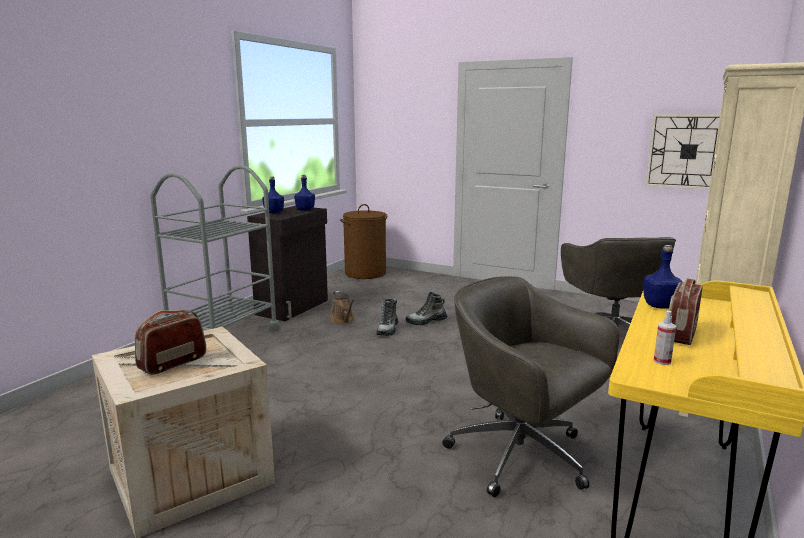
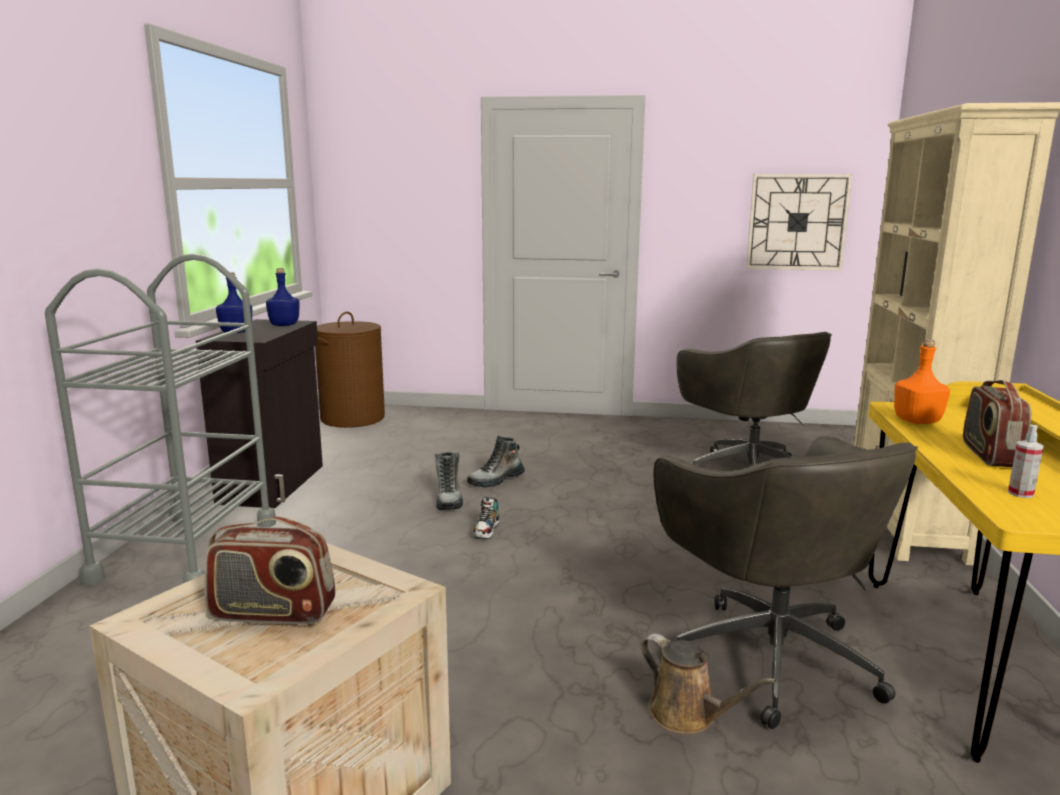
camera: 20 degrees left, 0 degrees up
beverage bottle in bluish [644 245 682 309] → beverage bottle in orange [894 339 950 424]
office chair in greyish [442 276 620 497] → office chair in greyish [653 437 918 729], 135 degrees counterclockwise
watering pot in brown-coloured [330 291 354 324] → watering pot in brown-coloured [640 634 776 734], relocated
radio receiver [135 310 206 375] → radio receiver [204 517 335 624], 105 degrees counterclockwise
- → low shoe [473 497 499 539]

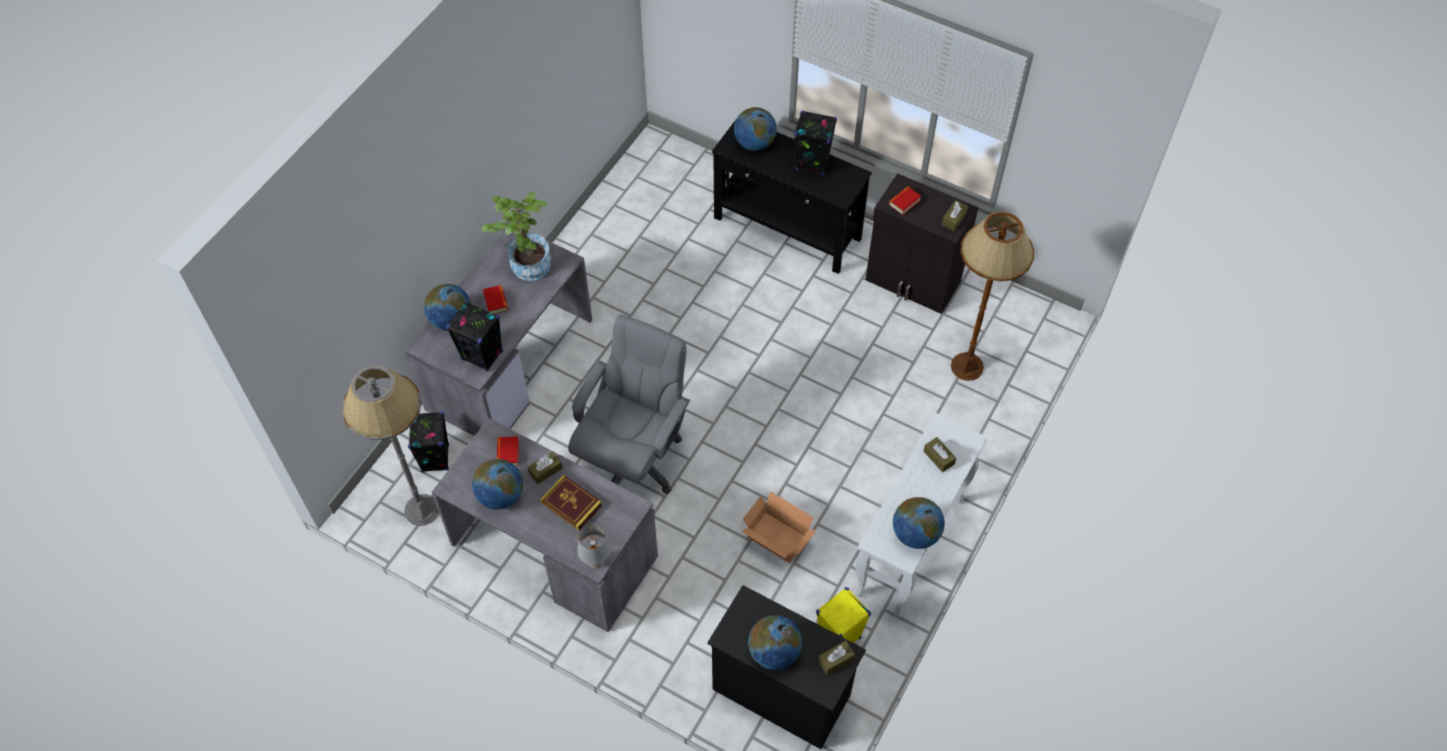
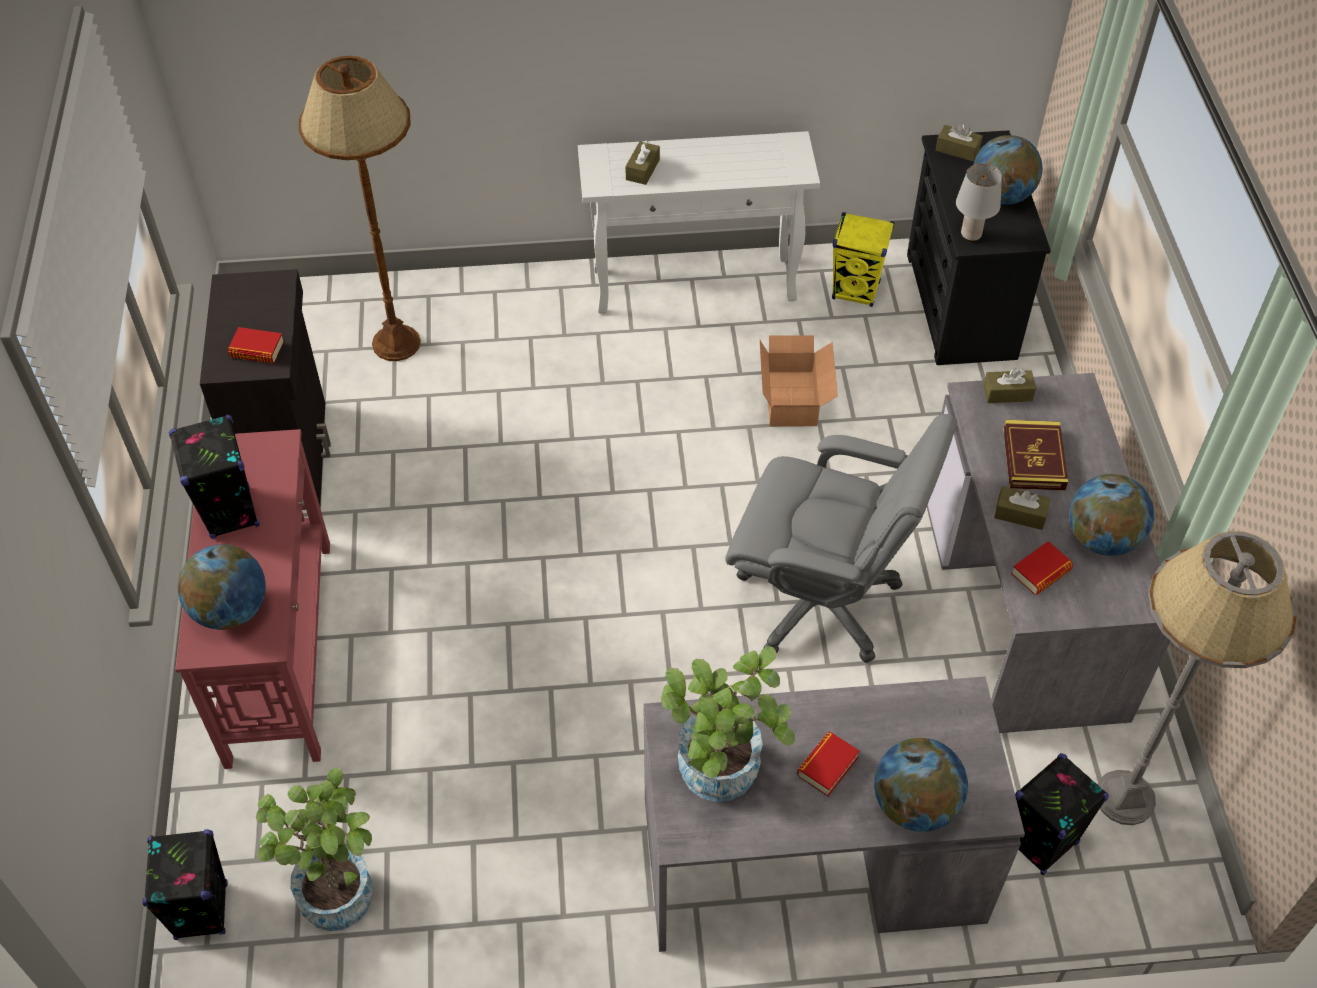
camera: 125 degrees left, 5 degrees down
console table in blackish [712 120 872 274] → console table in red-coloured [175 429 330 769]
box of tissues in brown-coloured [942 200 968 231] → box of tissues in brown-coloured [983 368 1036 403], relocated
loudspeaker in blackish [446 301 503 372] → loudspeaker in blackish [142 829 228 940], relocated
office chair in greyish [568 315 690 494] → office chair in greyish [725 414 957 663], 150 degrees counterclockwise
world globe [893 497 945 549] → -
lamp for a table in greyish [577 526 611 569] → lamp for a table in greyish [956 163 1002 241], relocated
- → plant in a pot [256 768 372 931]

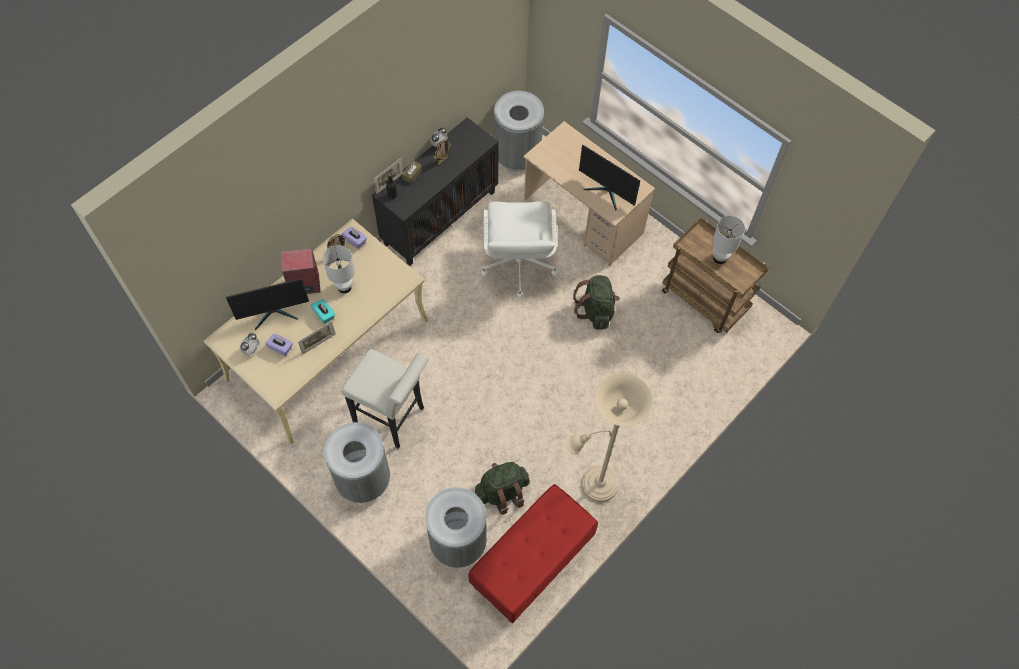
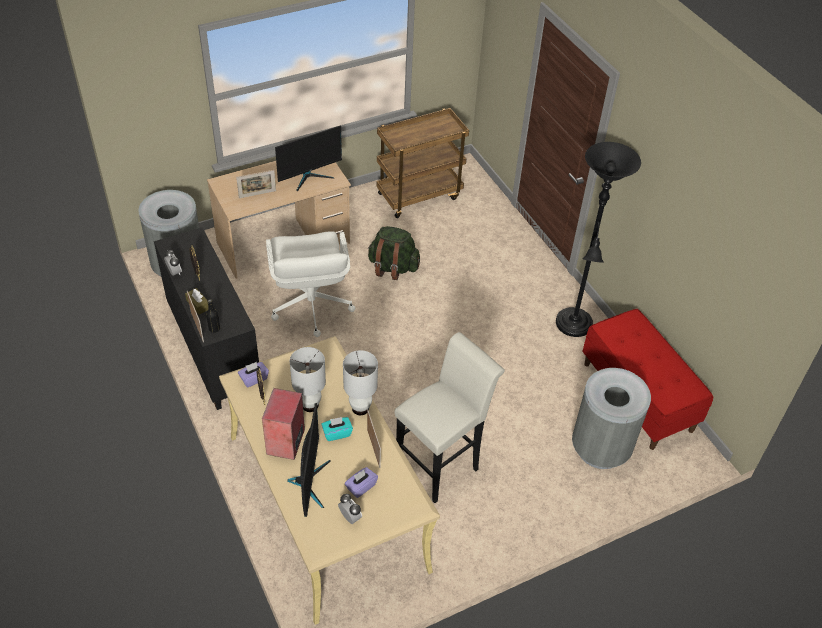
camera: 70 degrees left, 15 degrees down
office chair in white-coloured [481 201 558 298] → office chair in white-coloured [266 231 355 337], 60 degrees clockwise
lamp for a table in white-coloured [712 216 745 264] → lamp for a table in white-coloured [343 350 378 415], relocated
floor lamp in beige [565 373 653 502] → floor lamp in blackish [556 142 641 337]
trash can in greyish [324 422 390 503] → -
rucksack in green-coloured [475 462 530 515] → -
- → picture frame [236 170 276 198]

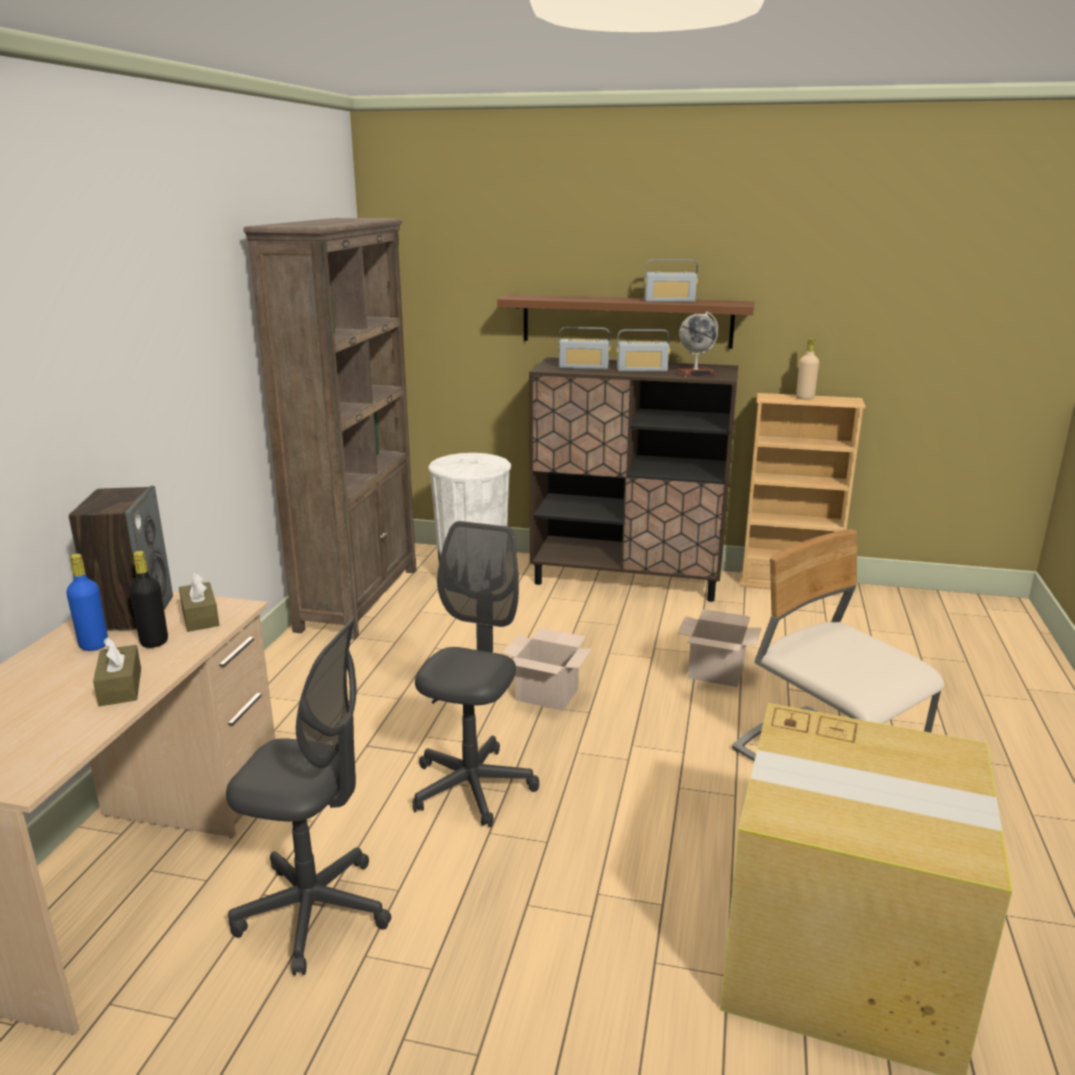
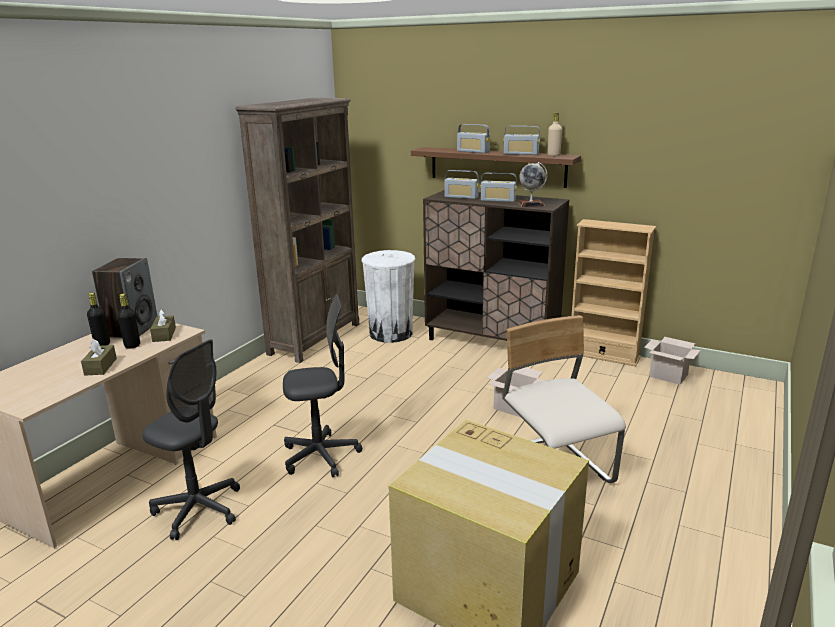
camera: 15 degrees right, 0 degrees up
beverage bottle in beige [796 338 819 400] → beverage bottle in beige [547 112 562 156], relocated
office chair in greyish [413 521 539 827] → office chair in greyish [283 294 362 477], 45 degrees clockwise
beverage bottle in bluish [66 554 108 651] → beverage bottle in blackish [87 293 110 346]
carton [502 628 592 711] → carton [644 337 701 385], relocated
- → radio receiver [457 124 490 153]

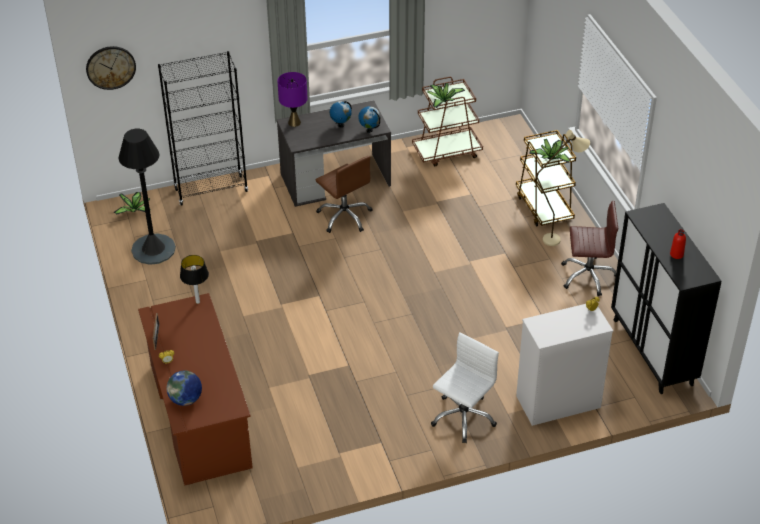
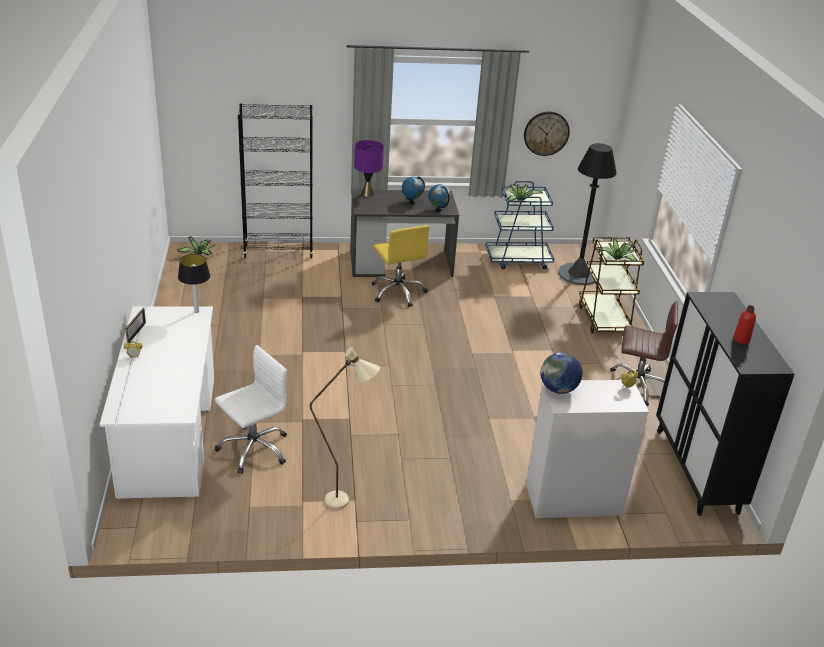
camera: 10 degrees right, 10 degrees down
wall clock [86 46 136 90] → wall clock [524 111 570 156], relocated
trolley in brown-coloured [412 77 483 166] → trolley in bluish [485 181 554 269]
floor lamp in blackish [118 129 176 265] → floor lamp in blackish [558 143 617 285], relocated
floor lamp in beige [536 130 590 246] → floor lamp in beige [310 347 380 509], relocated
office chair in brown-coloured [316 156 373 233] → office chair in yellowish [371 225 429 307]
desk in brown-coloured [138 293 253 485] → desk in white-coloured [99 306 214 499]
office chair in white-coloured [431 332 499 443] → office chair in white-coloured [215 345 287 474], relocated
world globe [167 371 202 406] → world globe [541 352 583 394], relocated

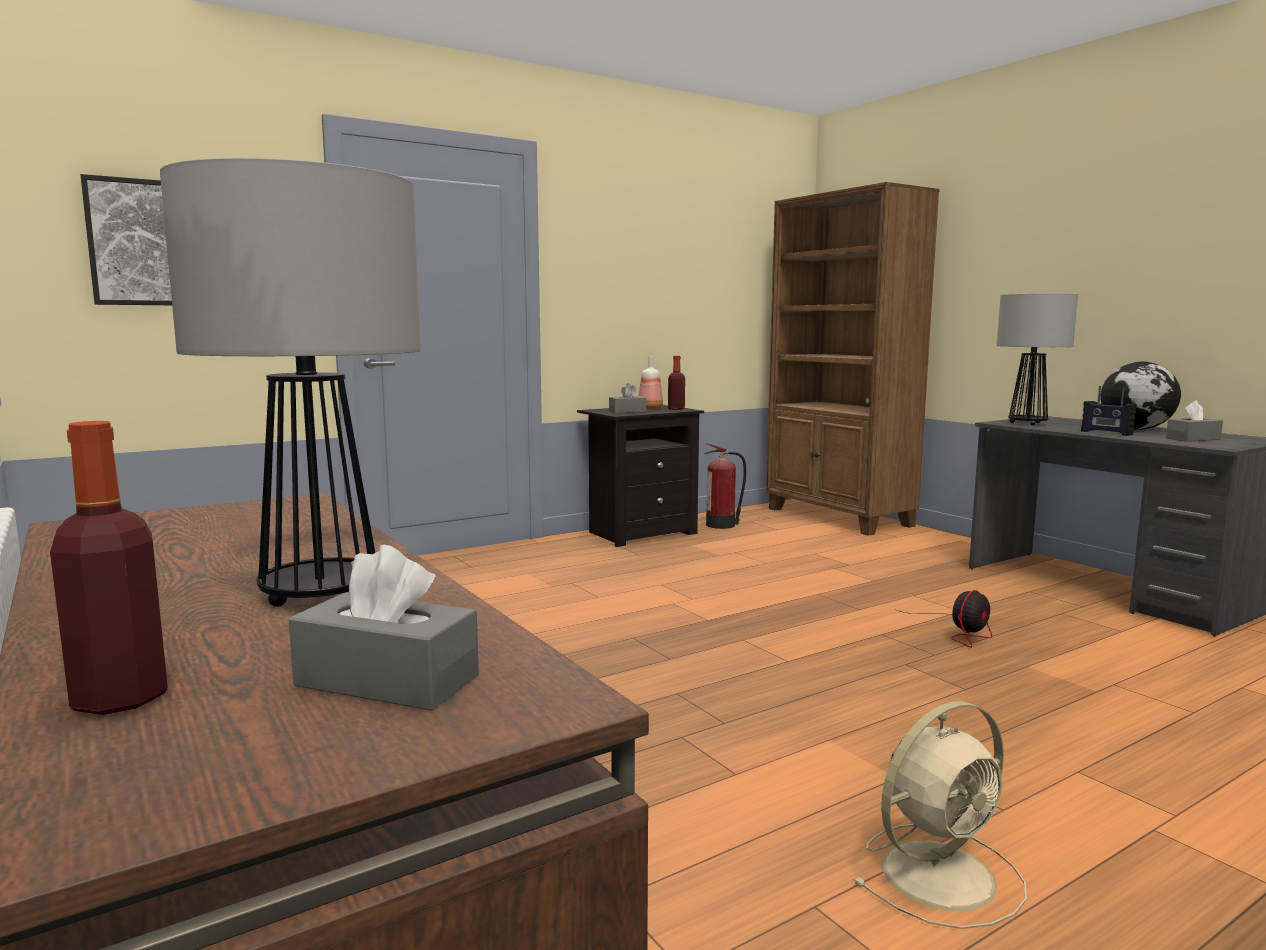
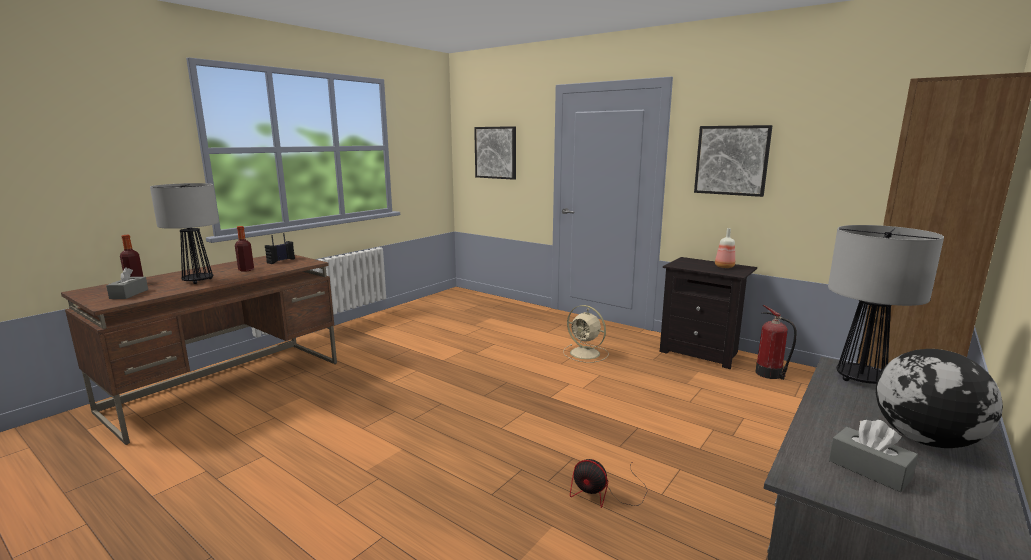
camera: 70 degrees right, 5 degrees up
beverage bottle [668 356 685 410] → beverage bottle [235 226 254 272], relocated
box of tissues in greyish [609 383 646 413] → -
radio receiver [1081 386 1137 436] → radio receiver [265 233 295 264], relocated
electric fan in beige [853 701 1027 929] → electric fan in beige [563 305 609 363], relocated
- → wall picture [694 125 773 197]

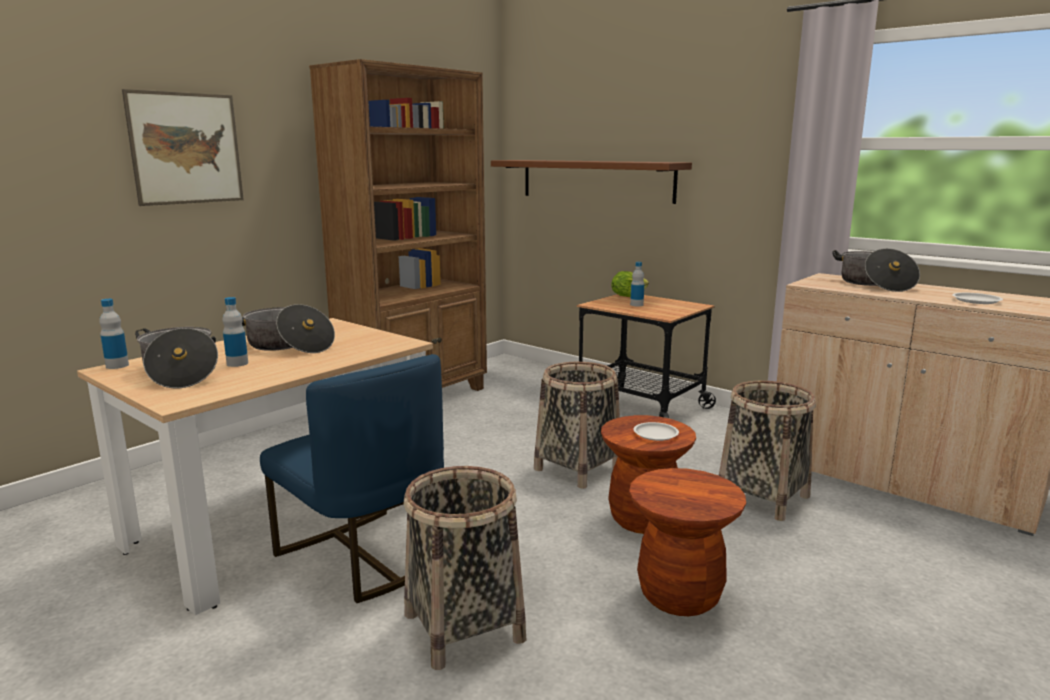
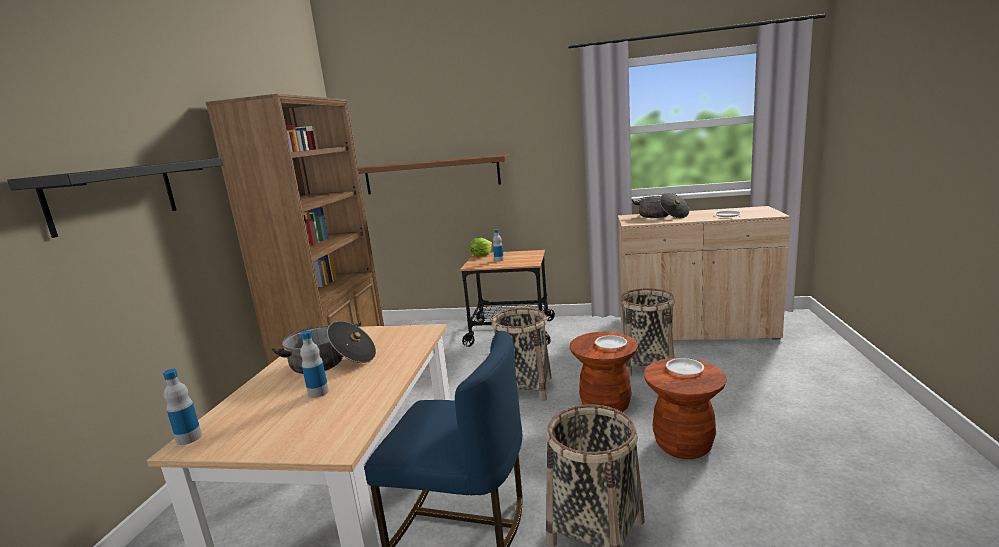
camera: 30 degrees left, 0 degrees up
wall picture [122 89 244 206] → wall shelf in blackish [7 158 223 238]
saucepot [135 327 218 388] → -
- → plate in white-coloured [666 358 704 375]

